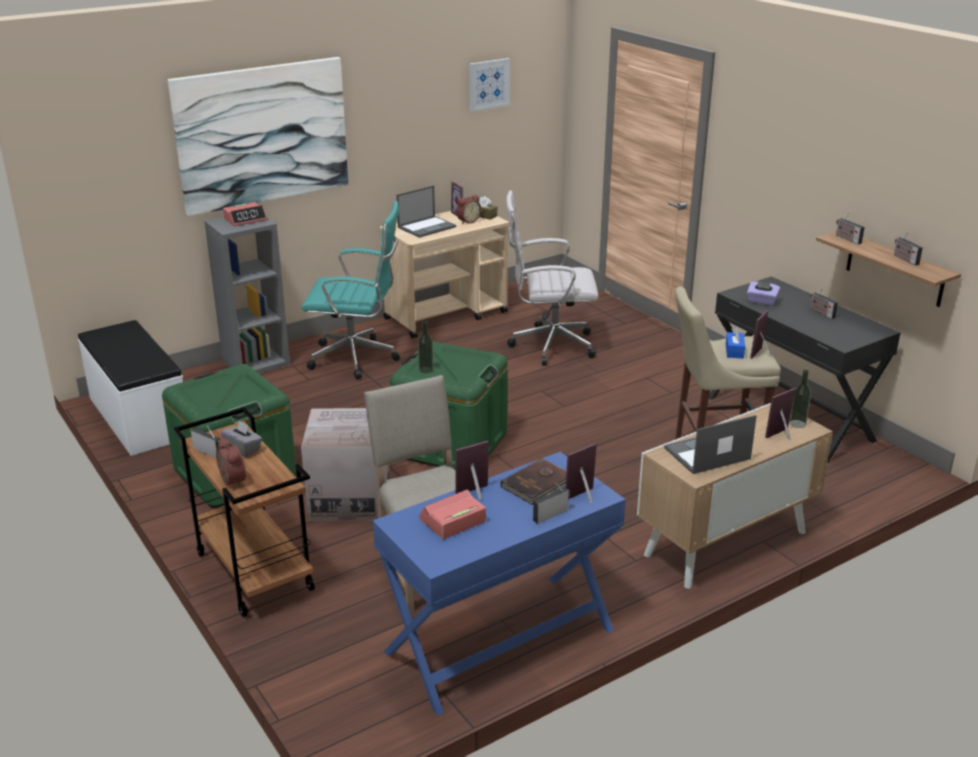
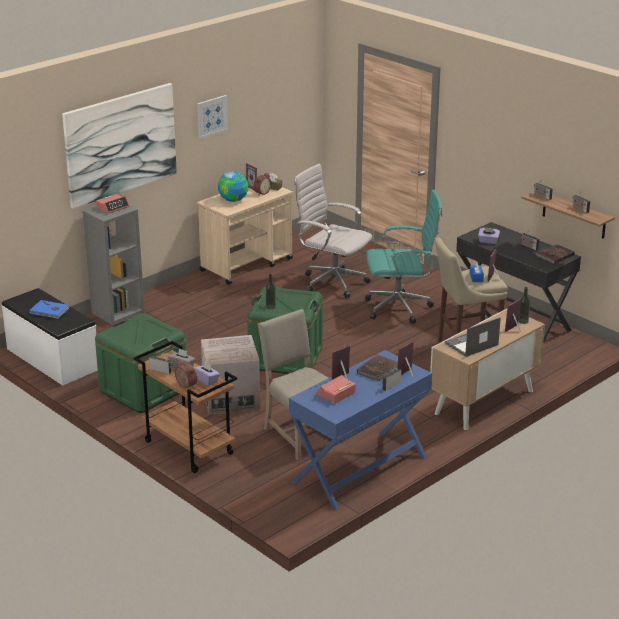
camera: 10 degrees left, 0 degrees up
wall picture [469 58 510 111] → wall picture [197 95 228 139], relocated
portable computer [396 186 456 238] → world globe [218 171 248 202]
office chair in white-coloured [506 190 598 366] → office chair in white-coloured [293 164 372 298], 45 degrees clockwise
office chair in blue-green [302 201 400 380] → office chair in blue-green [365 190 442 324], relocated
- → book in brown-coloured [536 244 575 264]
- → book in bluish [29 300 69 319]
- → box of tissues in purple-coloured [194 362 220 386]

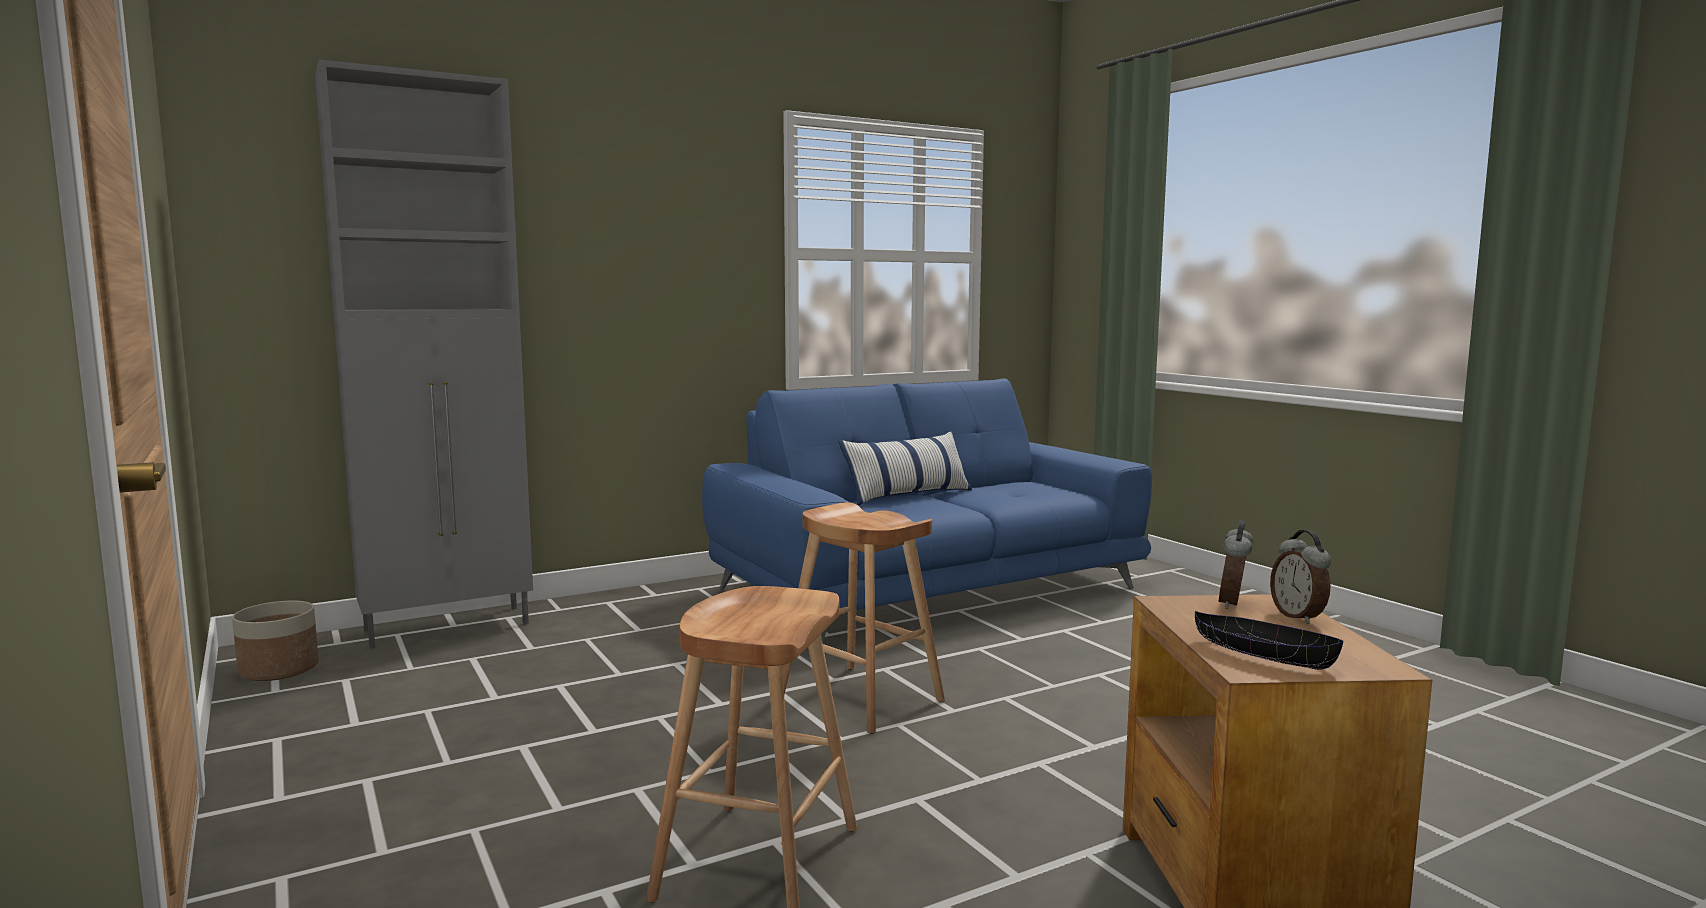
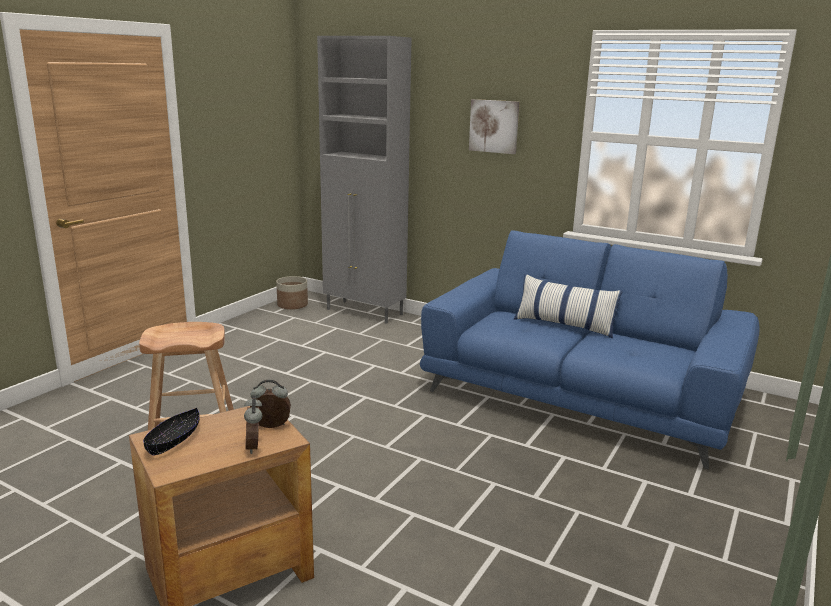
camera: 60 degrees right, 10 degrees up
stool seat in brown-coloured [782 502 945 734] → -
table clock [1270 530 1331 624] → table clock [244 395 262 454], 60 degrees counterclockwise
- → wall picture [469 99 520 154]

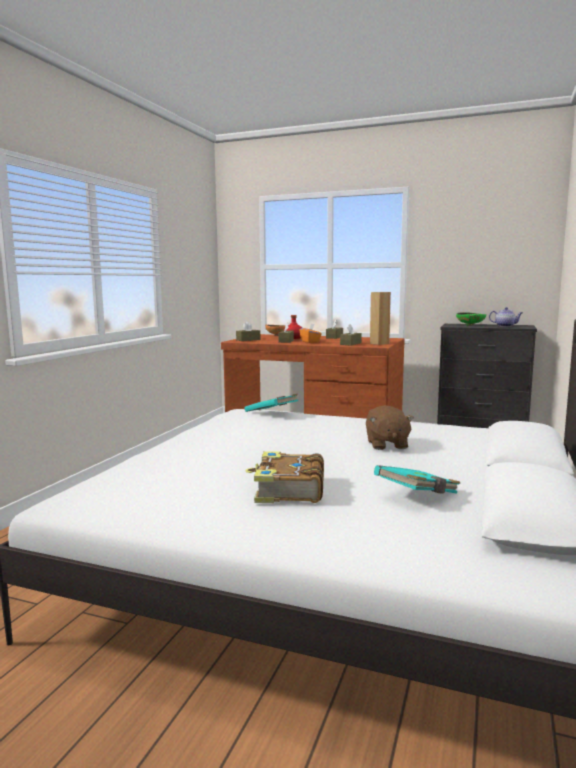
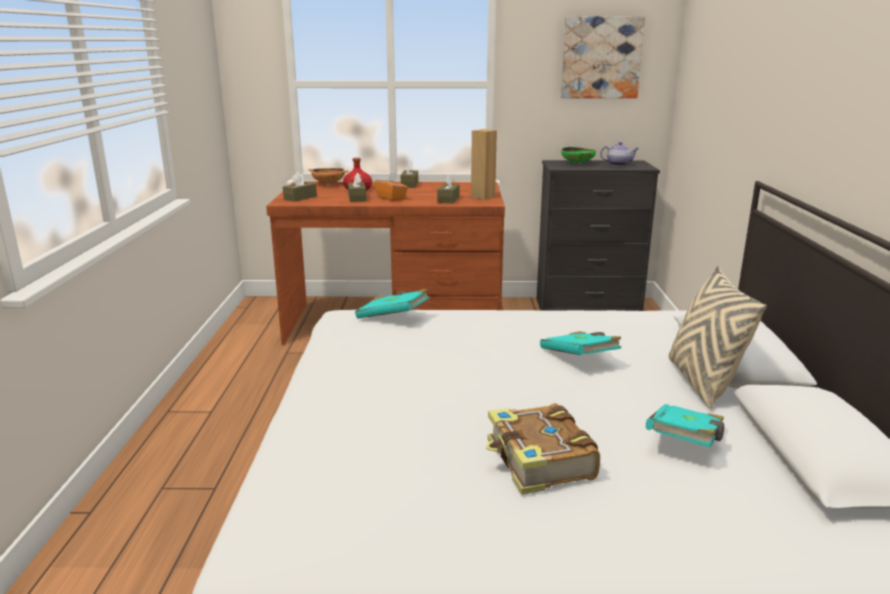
camera: 20 degrees left, 10 degrees up
cuddly toy in brown-coloured [366 405 414 450] → book in blue-green [540 331 621 355]
- → wall picture [561 16 645 98]
- → throw pillow in beige [669 265 767 408]

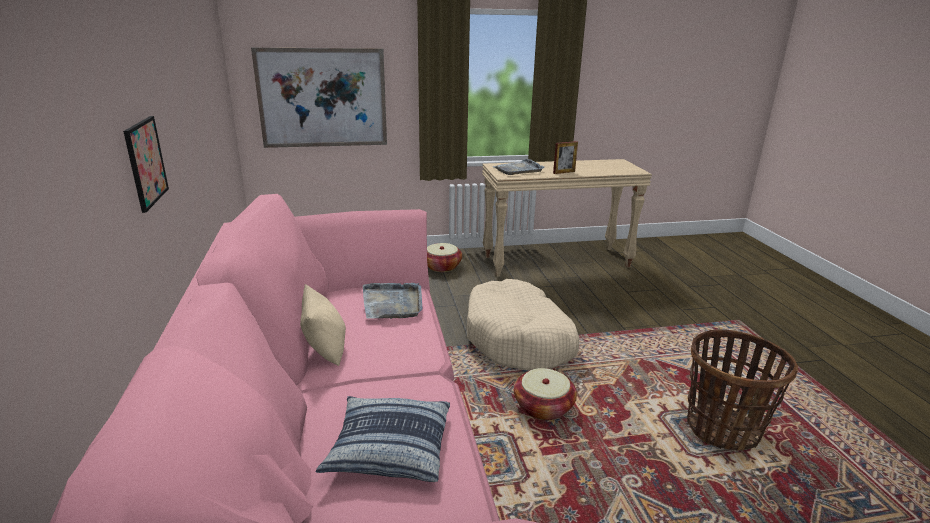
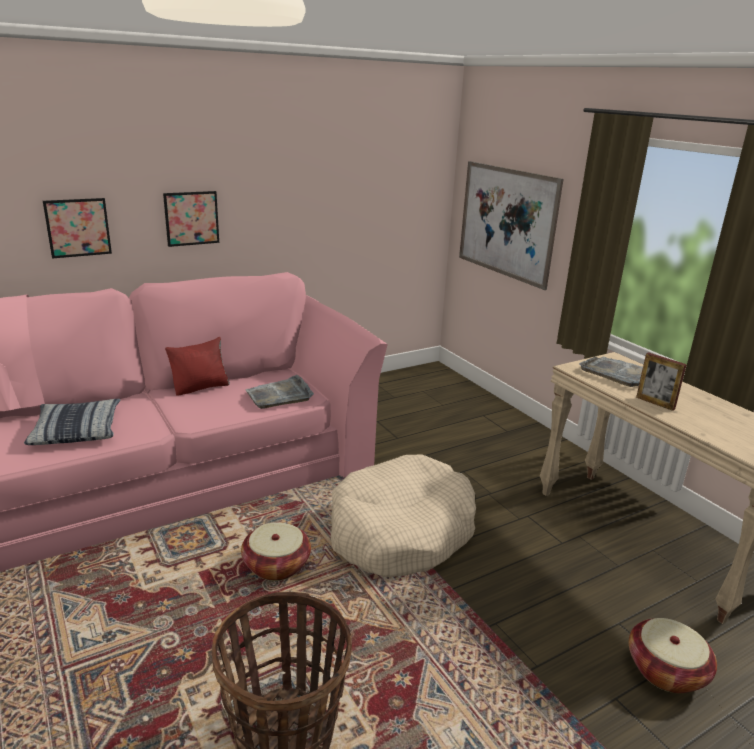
camera: 70 degrees right, 0 degrees up
household basket [427 243 462 272] → household basket [629 618 717 693], relocated
throw pillow in beige [300 284 346 366] → throw pillow in red-coloured [165 337 230 396]
- → wall picture [43 198 112 259]

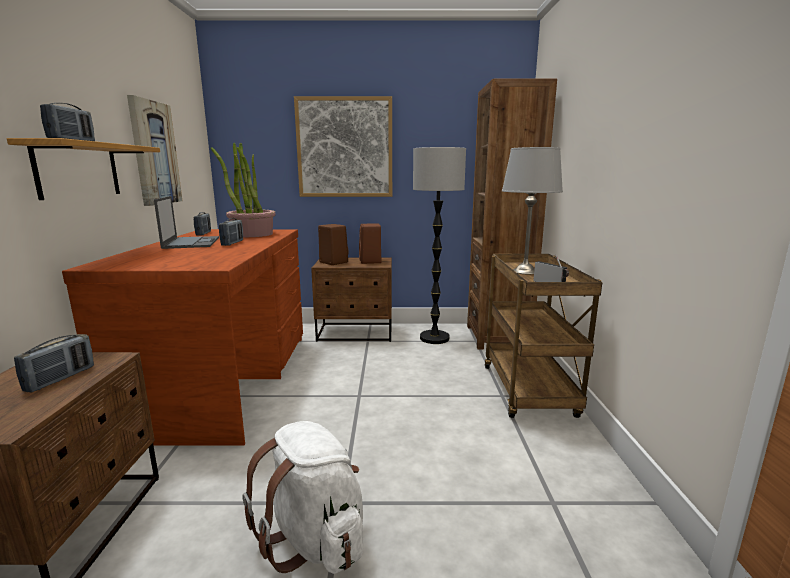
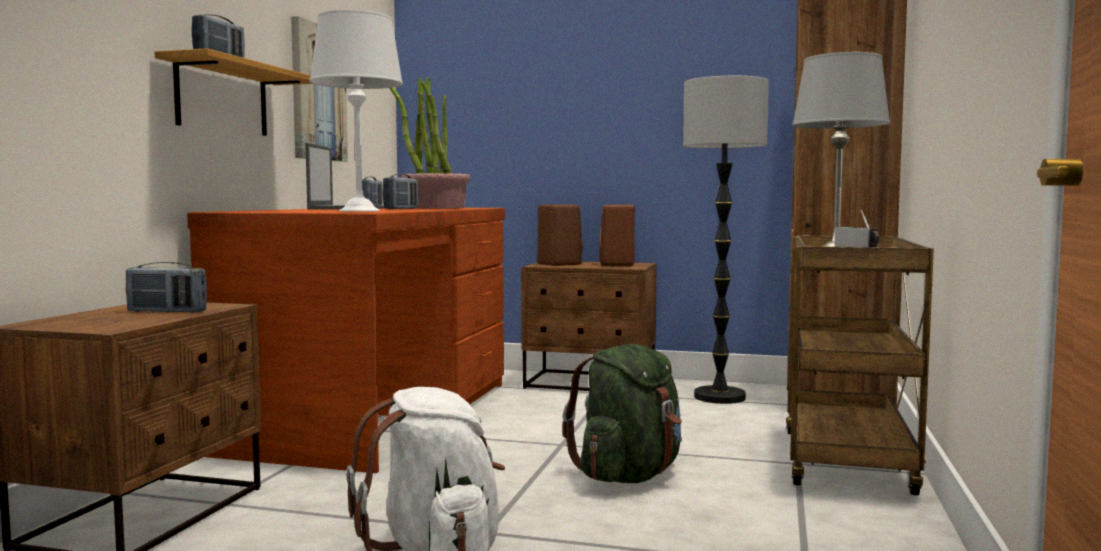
camera: 15 degrees right, 10 degrees down
wall picture [294 96 392 197] → -
radio receiver [14 334 94 393] → radio receiver [126 262 207 313], 60 degrees clockwise
- → lamp for a table in white-coloured [310 9 403 212]
- → rucksack in green-coloured [562 344 682 483]

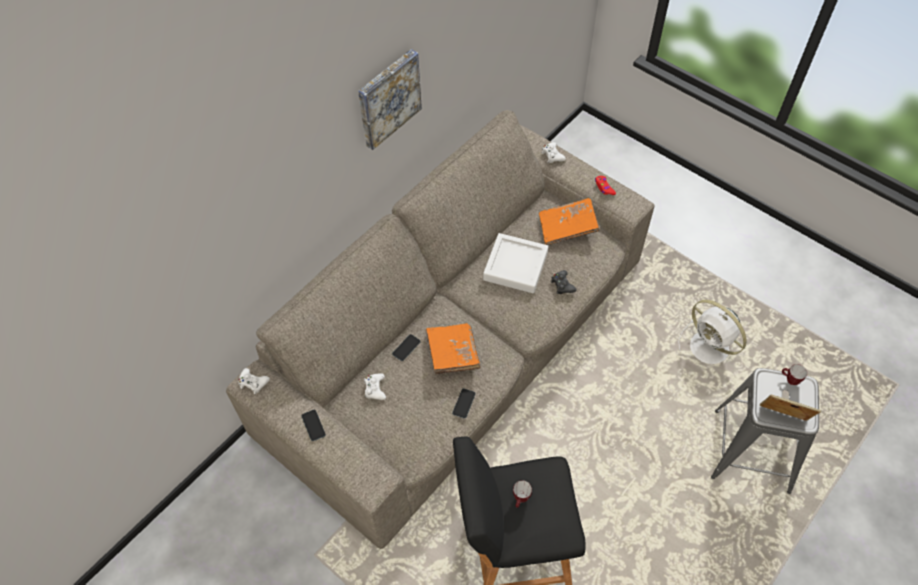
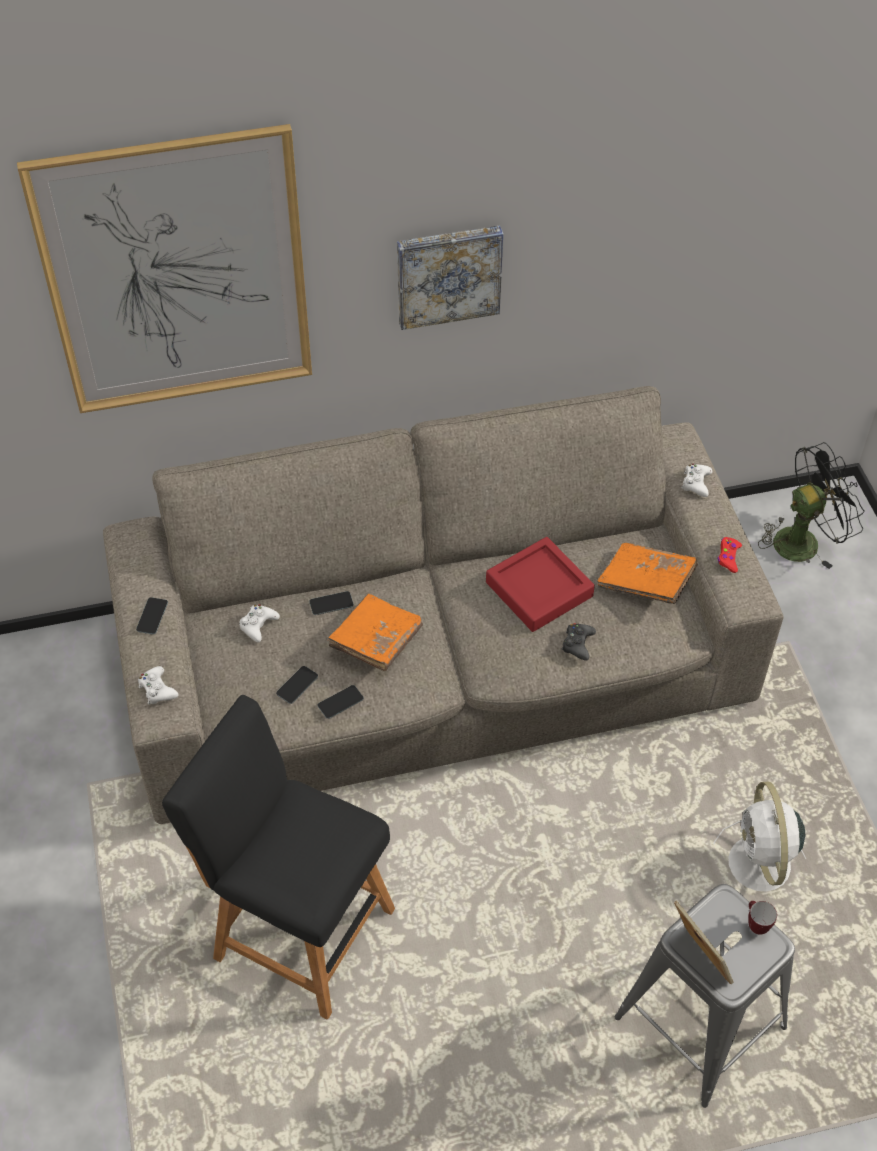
camera: 35 degrees right, 5 degrees down
serving tray in white-coloured [483 233 548 293] → serving tray in red-coloured [486 537 595 632]
game controller in white-coloured [238 368 270 394] → game controller in white-coloured [138 666 178 704], relocated
mug [513 480 532 508] → -
- → wall picture [17 124 312 413]
- → electric fan in blackish [758 442 865 569]
- → handset [276 666 318 704]

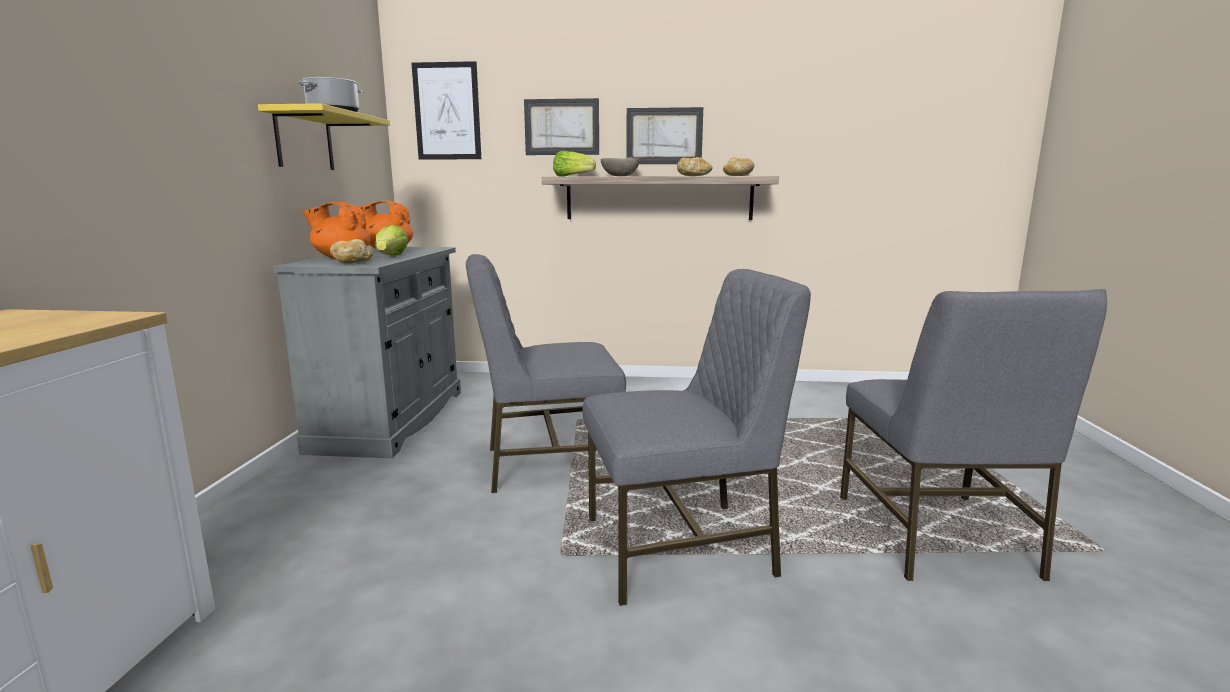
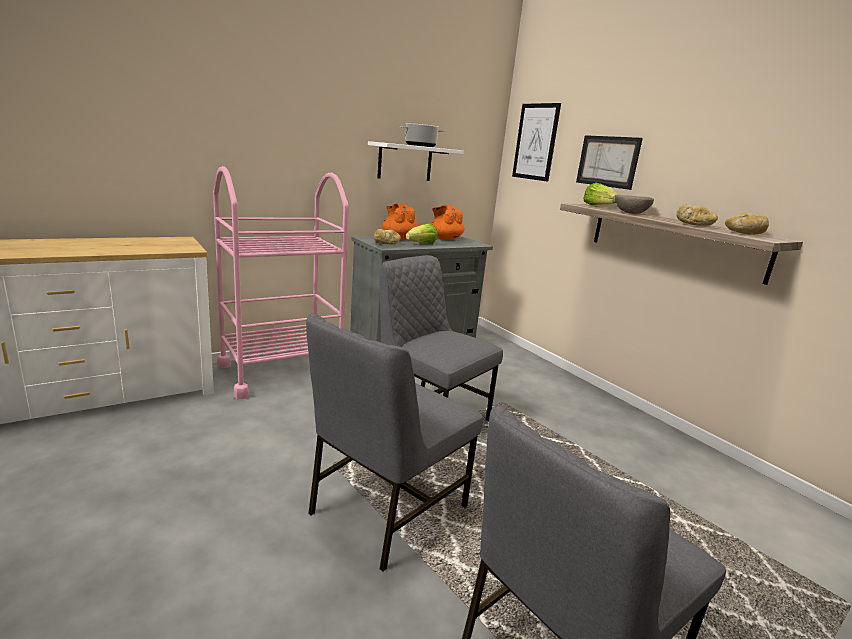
camera: 50 degrees right, 5 degrees up
wall shelf in yellowish [258 103 390 170] → wall shelf in white-coloured [368 141 464 181]
wall picture [626 107 703 164] → -
upright chair in greyish [582 269 811 606] → upright chair in greyish [306 314 483 571], 90 degrees clockwise
- → trolley in pink [213 166 349 399]

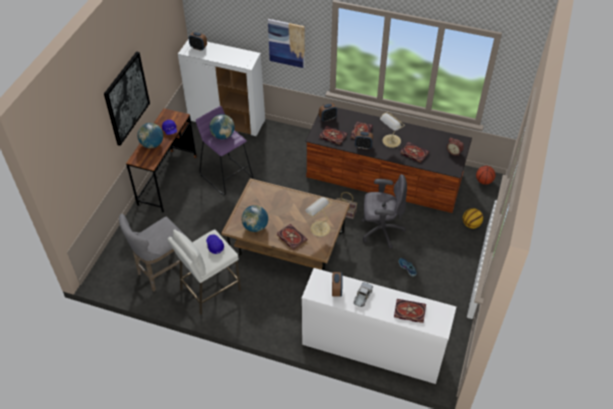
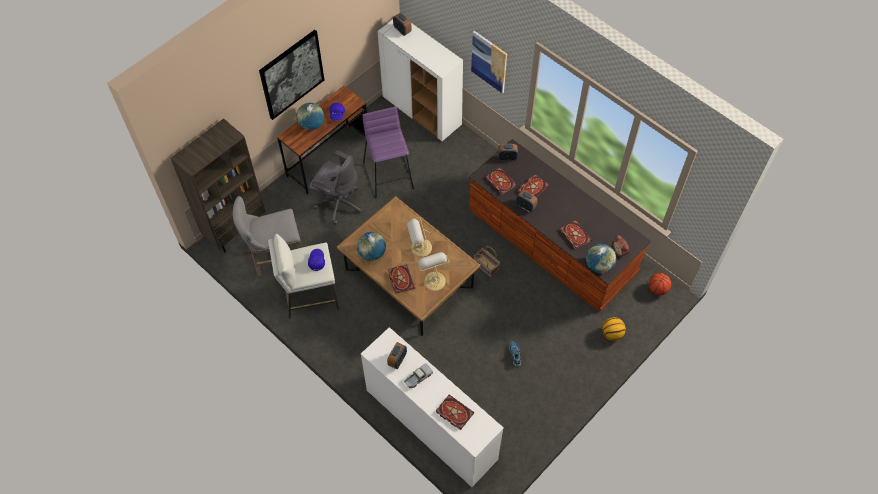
camera: 25 degrees right, 10 degrees up
lamp for a table [380 112 405 148] → lamp for a table [407 217 432 257], relocated
world globe [210 114 235 139] → world globe [586 244 616 273], relocated
office chair in greyish [361 174 407 249] → office chair in greyish [310 150 362 225], relocated
- → bookcase in brown-coloured [170 118 266 252]

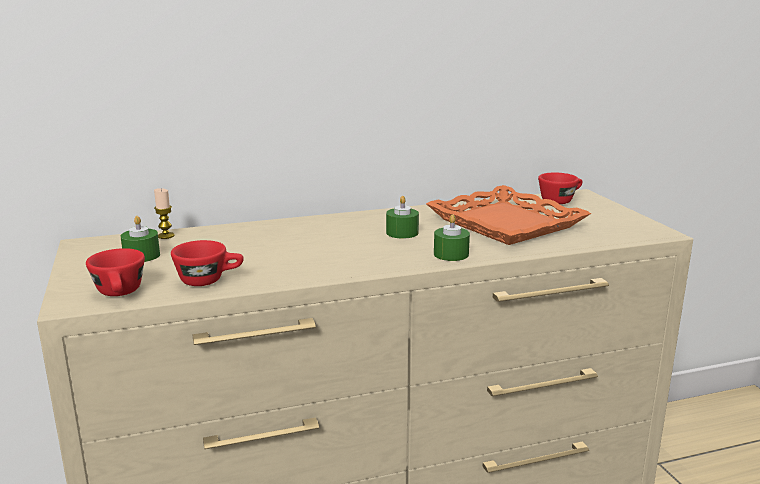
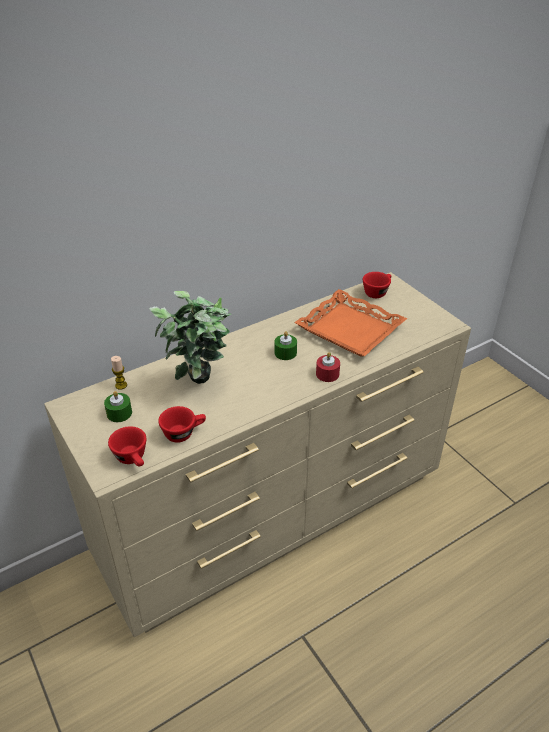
camera: 15 degrees left, 20 degrees up
wax candle in green-coloured [434 214 470 261] → wax candle in red-coloured [316 352 340 382]
- → plant in a pot [149 291 231 384]

